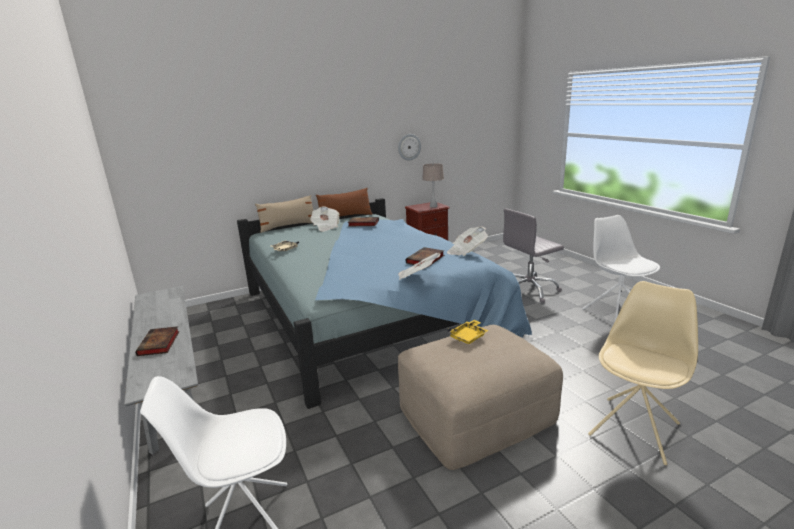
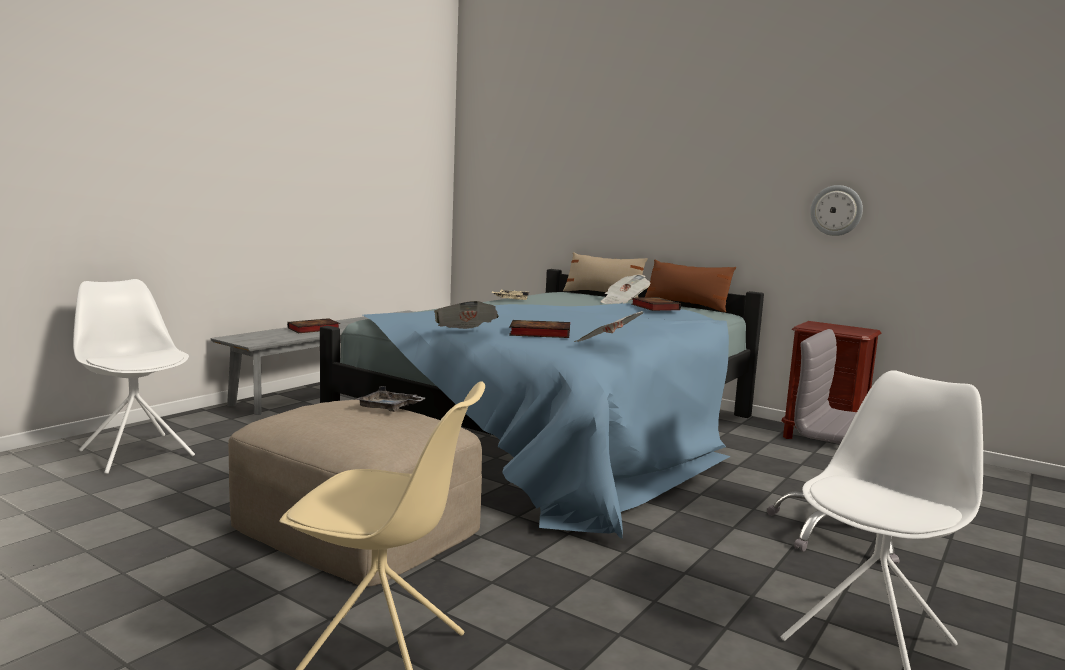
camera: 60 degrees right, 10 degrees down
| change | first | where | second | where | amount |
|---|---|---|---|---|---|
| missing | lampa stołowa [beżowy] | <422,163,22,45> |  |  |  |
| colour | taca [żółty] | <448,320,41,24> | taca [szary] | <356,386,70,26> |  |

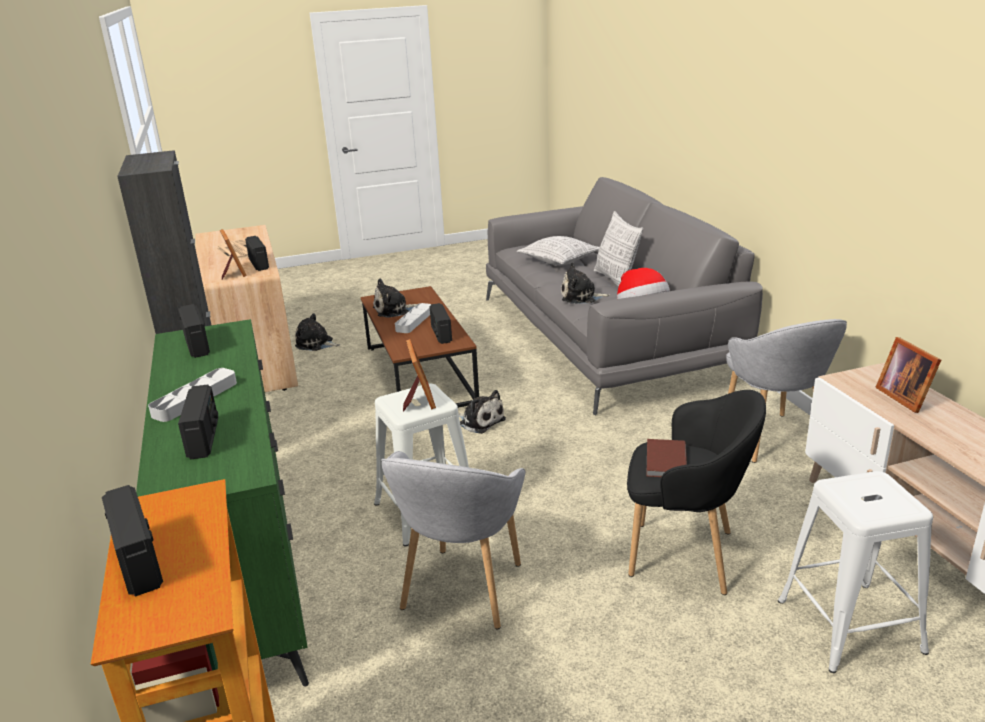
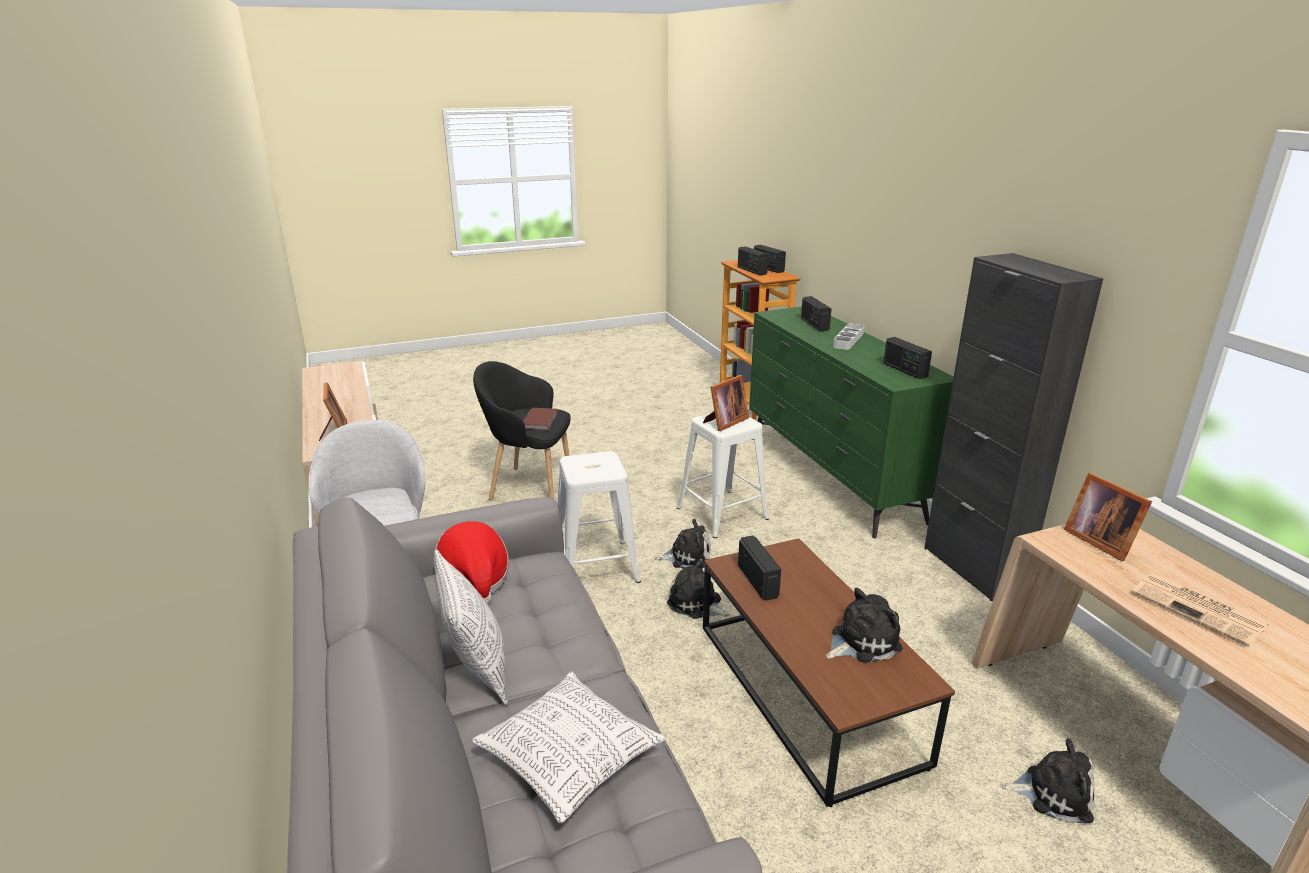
camera: 175 degrees right, 0 degrees up
| change | first | where | second | where | amount |
|---|---|---|---|---|---|
| relocated | radio | <245,236,24,35> |  | <738,246,30,29> |  |
| relocated | pluszak | <561,262,49,42> |  | <655,519,56,49> |  |
| missing | taca [szary] | <395,303,36,30> |  |  |  |
| spun | ramka na zdjęcie | <403,339,33,72> |  | <703,375,46,56> | 120 degrees counterclockwise |
| missing | fotel [szary] | <381,451,144,179> |  |  |  |
| relocated | stołek [biały] | <778,471,155,202> |  | <558,451,83,132> |  |

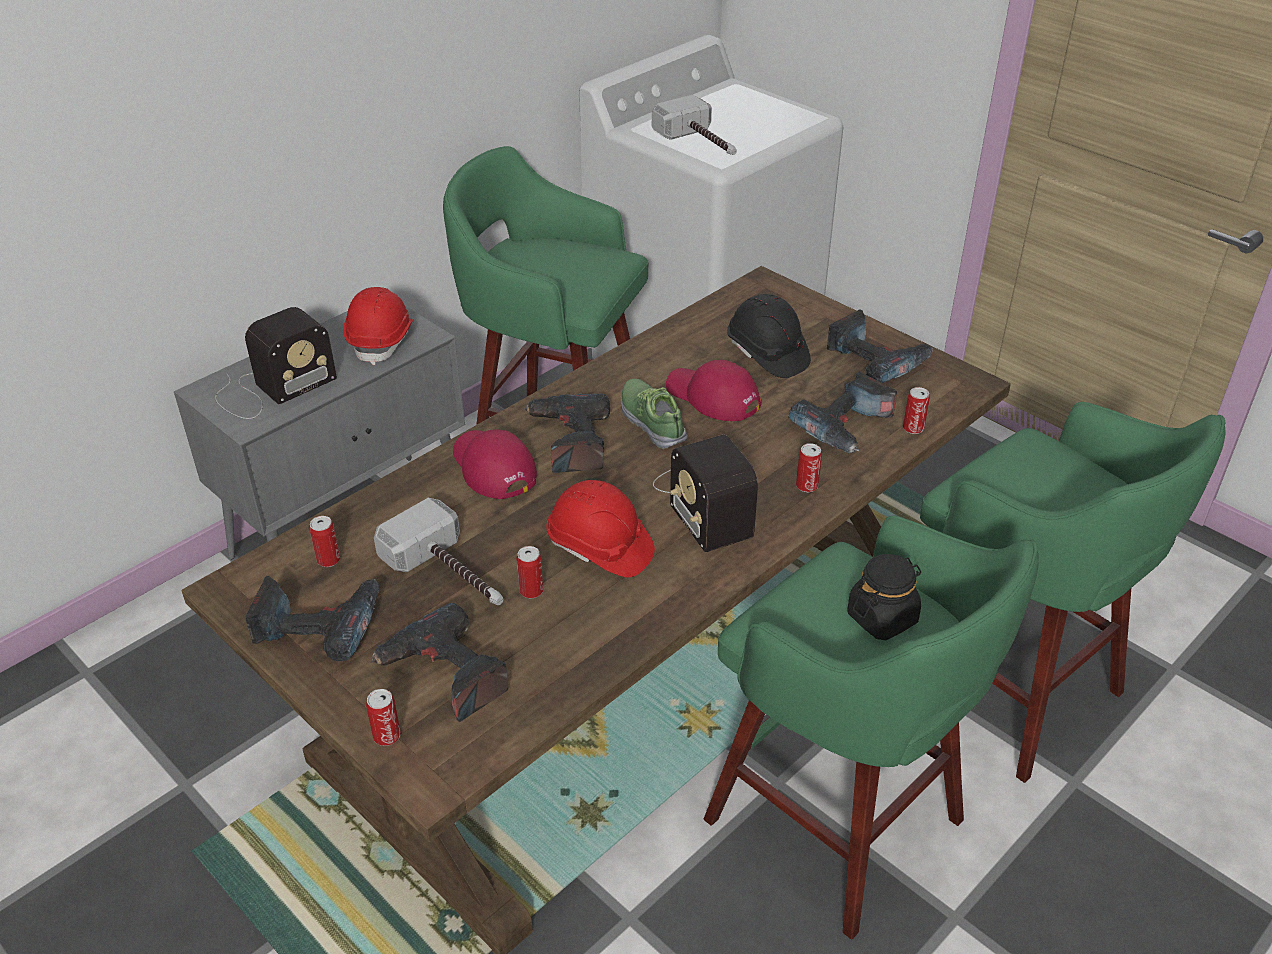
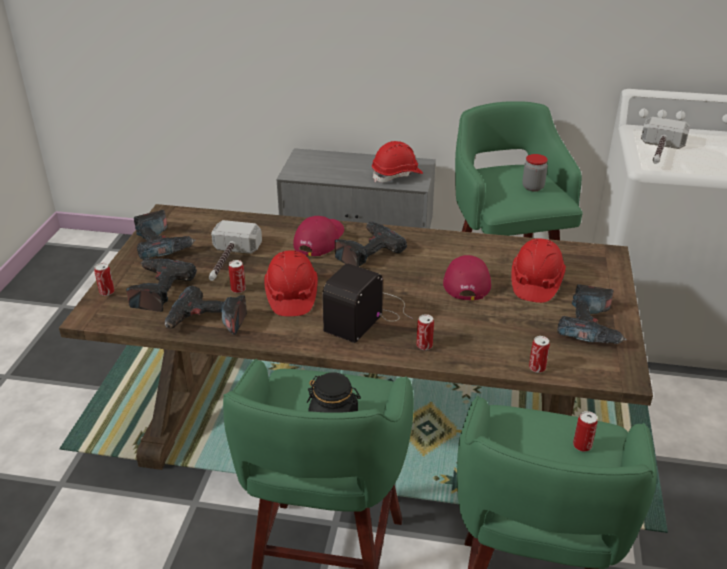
camera: 55 degrees right, 5 degrees down
| change | first | where | second | where | amount |
|---|---|---|---|---|---|
| colour | kask [czarny] | <727,294,84,84> | kask [czerwony] | <511,238,55,65> |  |
| missing | radio | <215,307,122,112> |  |  |  |
| relocated | wiertarka | <788,372,109,81> |  | <165,286,82,49> |  |
| missing | but | <621,379,67,70> |  |  |  |
| relocated | puszka | <309,516,31,51> |  | <573,411,24,41> |  |
| appeared |  |  | słoik | <522,154,26,37> |  |

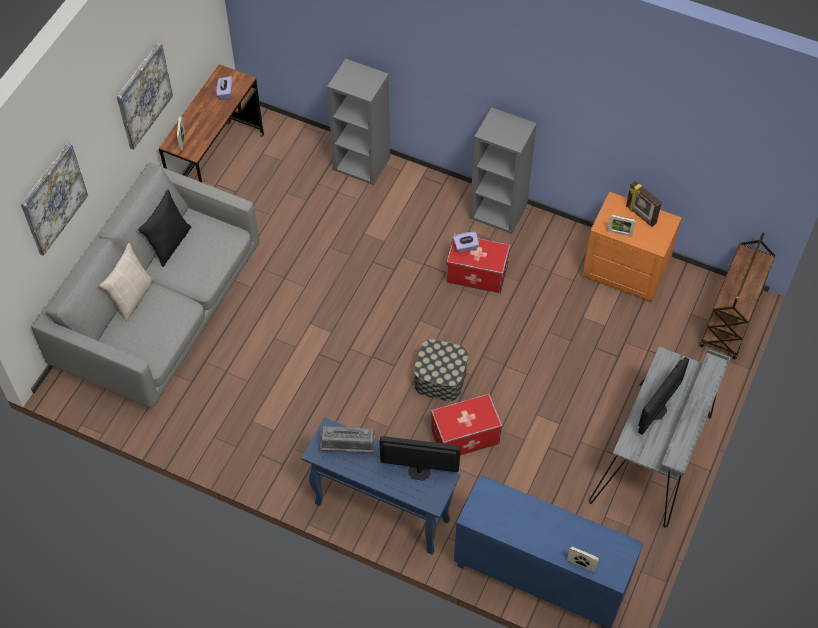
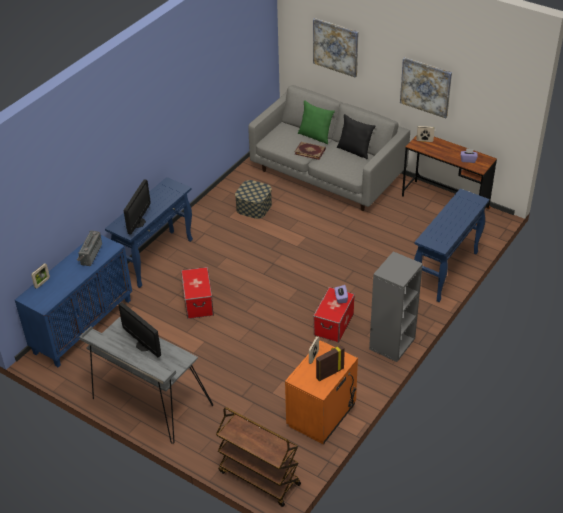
camera: 100 degrees right, 15 degrees down
| change | first | where | second | where | amount |
|---|---|---|---|---|---|
| exchanged | regał [szary] | <327,59,63,126> | stolik konsolowy [niebieski] | <414,188,75,114> |  |
| colour | poduszka [beżowy] | <99,243,56,79> | poduszka [zielony] | <298,100,37,44> |  |
| relocated | pojemnik do przechowywania | <414,339,54,62> |  | <235,180,37,39> |  |
| relocated | radio | <321,426,54,27> |  | <77,231,25,35> |  |
| appeared |  |  | książka | <295,142,31,18> |  |

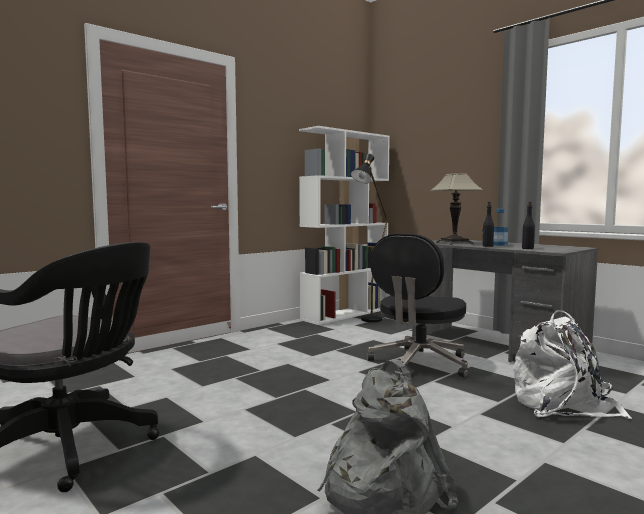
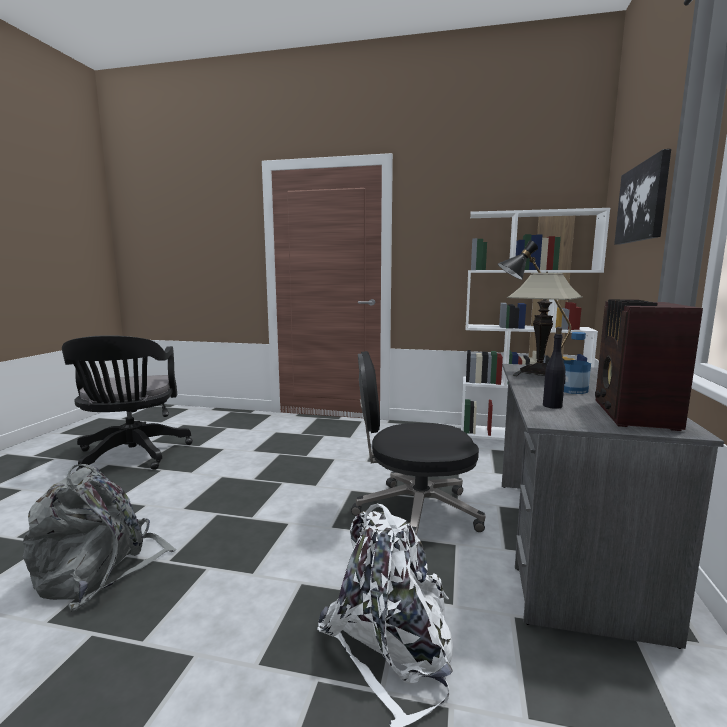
camera: 55 degrees right, 5 degrees up
| change | first | where | second | where | amount |
|---|---|---|---|---|---|
| missing | butelka [czarny] | <482,201,12,46> |  |  |  |
| appeared |  |  | obraz | <614,149,57,96> |  |
| appeared |  |  | radio | <595,299,108,132> |  |

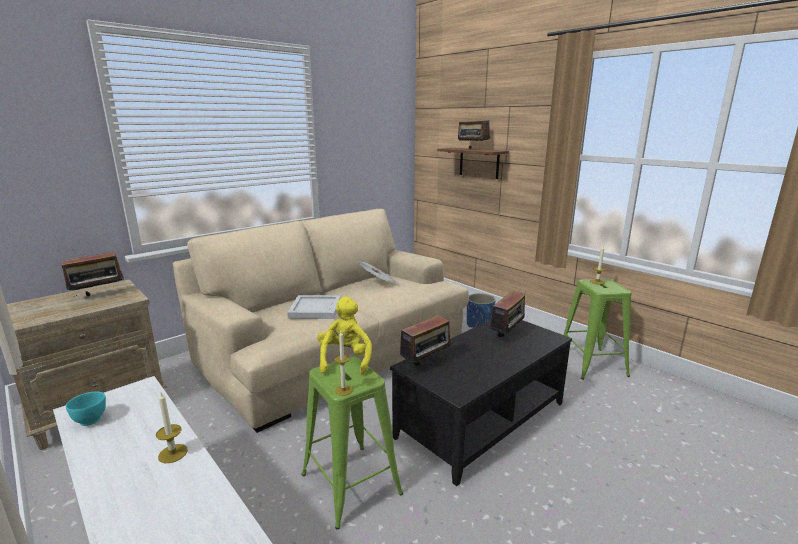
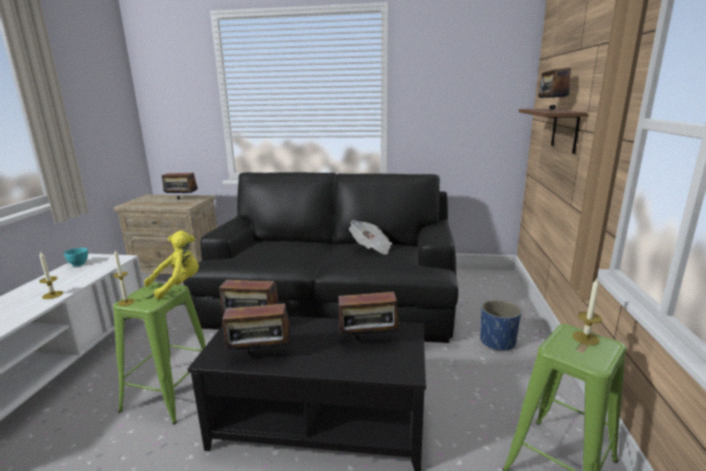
camera: 50 degrees right, 0 degrees up
| change | first | where | second | where | amount |
|---|---|---|---|---|---|
| colour | kanapa [beżowy] | <173,209,296,224> | kanapa [czarny] | <183,172,275,171> |  |
| missing | taca [biały] | <287,295,54,24> |  |  |  |
| appeared |  |  | radio | <222,301,70,54> |  |

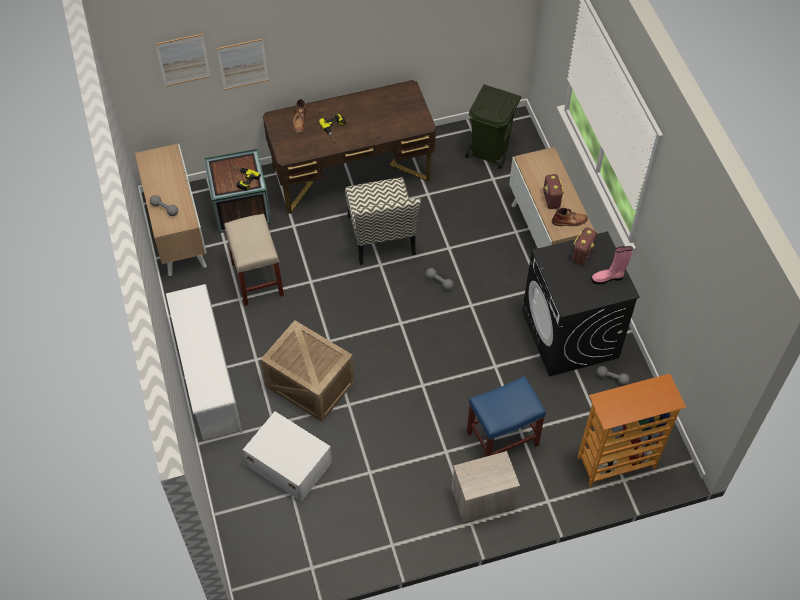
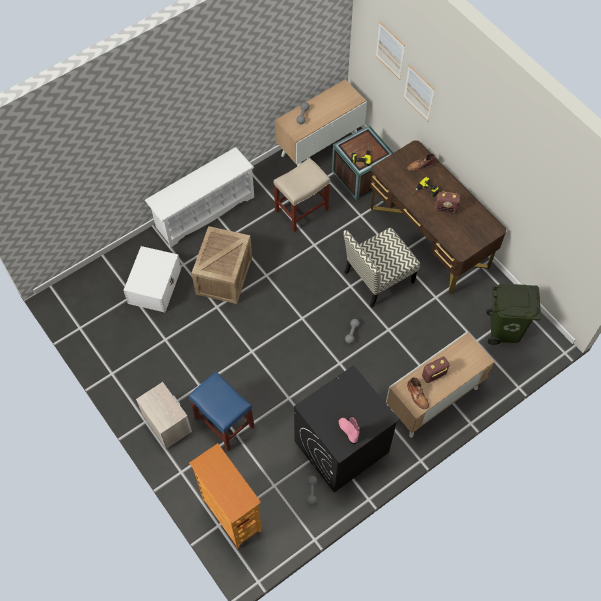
camera: 70 degrees right, 5 degrees up
| change | first | where | second | where | amount |
|---|---|---|---|---|---|
| relocated | radio | <572,227,25,38> |  | <435,192,25,22> |  |

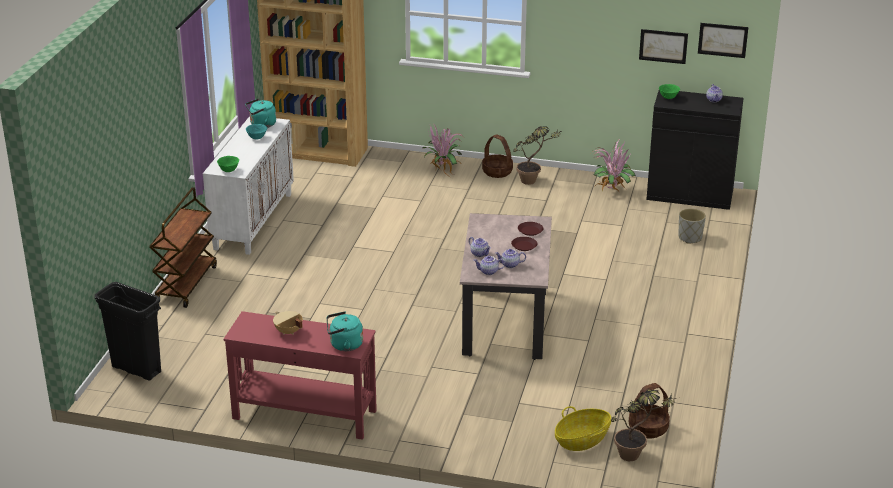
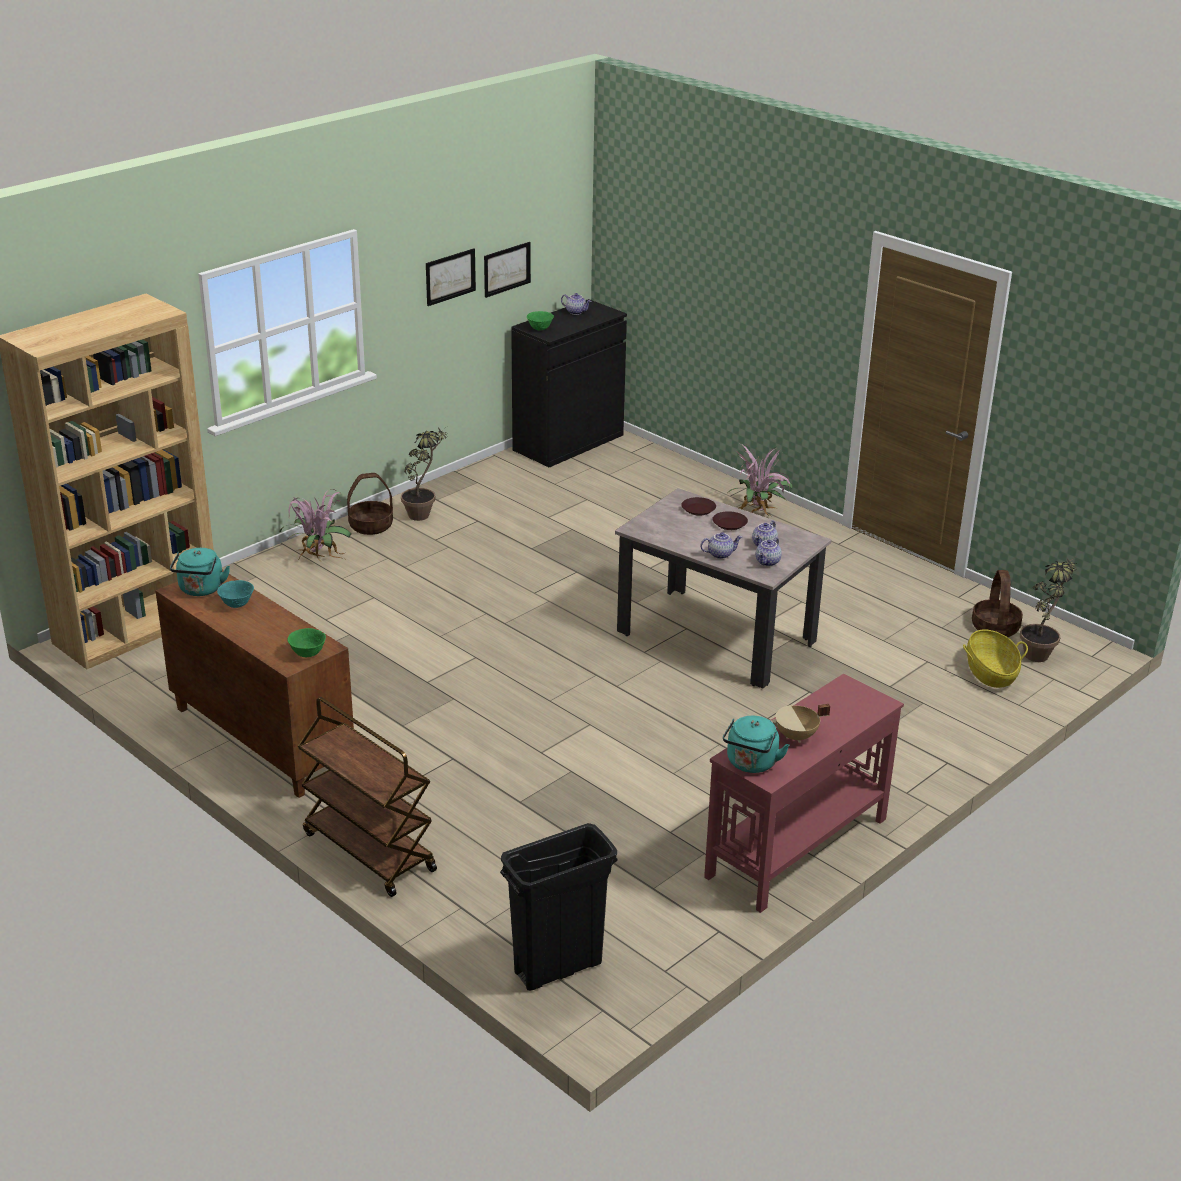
camera: 60 degrees left, 0 degrees up
| change | first | where | second | where | amount |
|---|---|---|---|---|---|
| relocated | obraz | <698,23,50,35> |  | <426,248,50,58> |  |
| colour | szafka [biały] | <203,116,91,139> | szafka [brązowy] | <155,570,199,228> |  |
| relocated | roślina doniczkowa | <593,140,43,51> |  | <728,444,65,72> |  |
| missing | donica [szary] | <679,208,27,36> |  |  |  |
| relocated | czajnik [turkusowy] | <327,311,36,40> |  | <723,716,66,57> |  |

